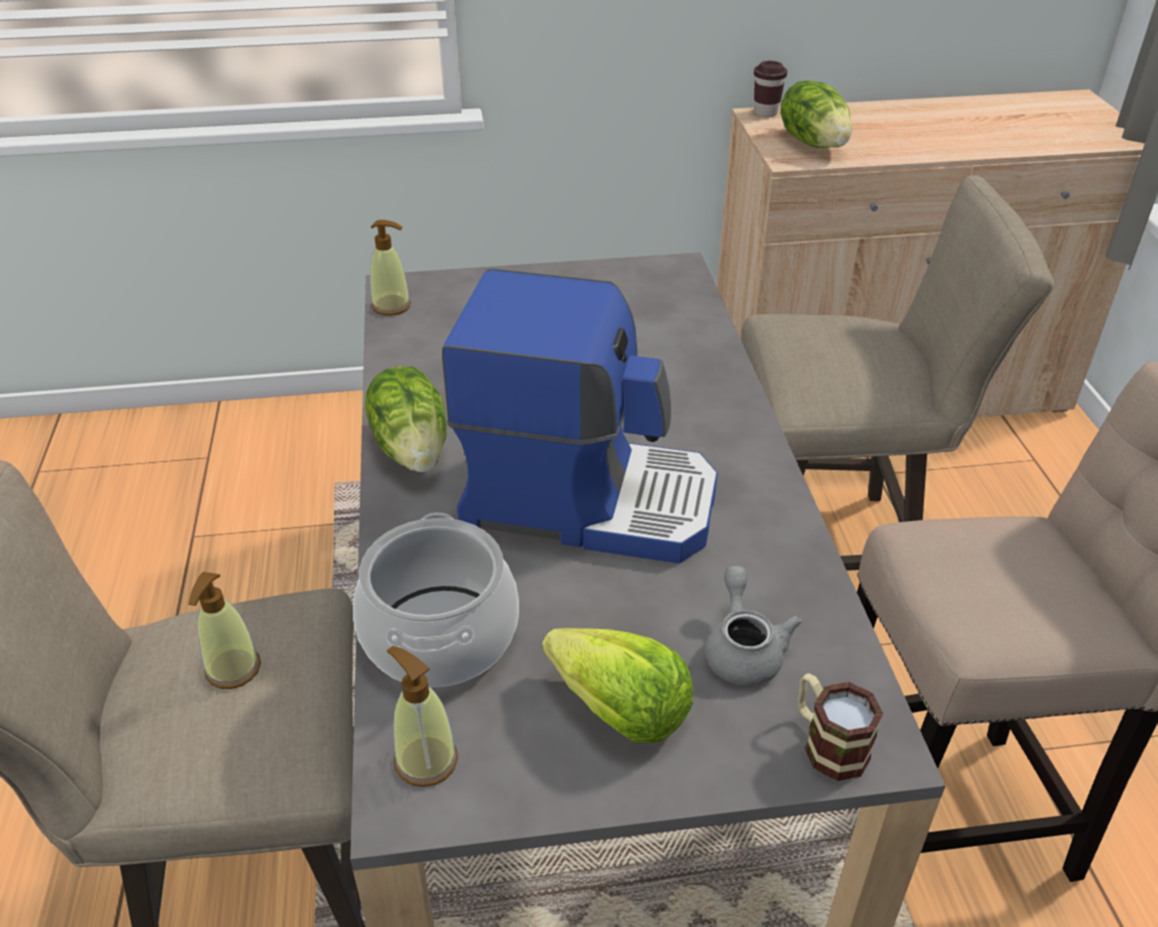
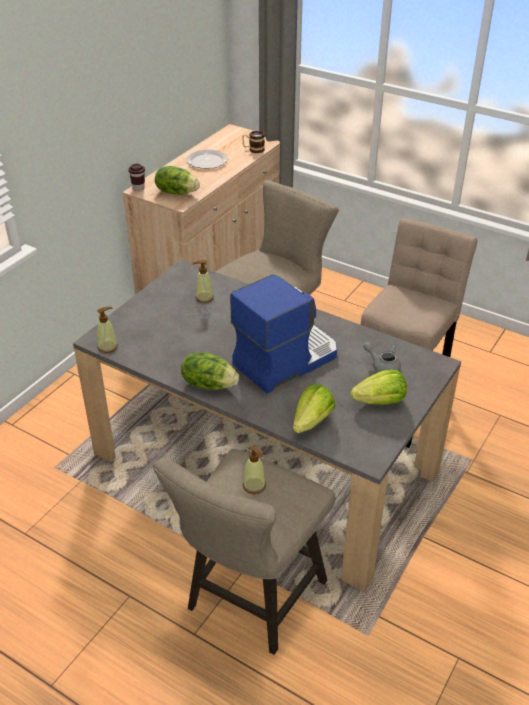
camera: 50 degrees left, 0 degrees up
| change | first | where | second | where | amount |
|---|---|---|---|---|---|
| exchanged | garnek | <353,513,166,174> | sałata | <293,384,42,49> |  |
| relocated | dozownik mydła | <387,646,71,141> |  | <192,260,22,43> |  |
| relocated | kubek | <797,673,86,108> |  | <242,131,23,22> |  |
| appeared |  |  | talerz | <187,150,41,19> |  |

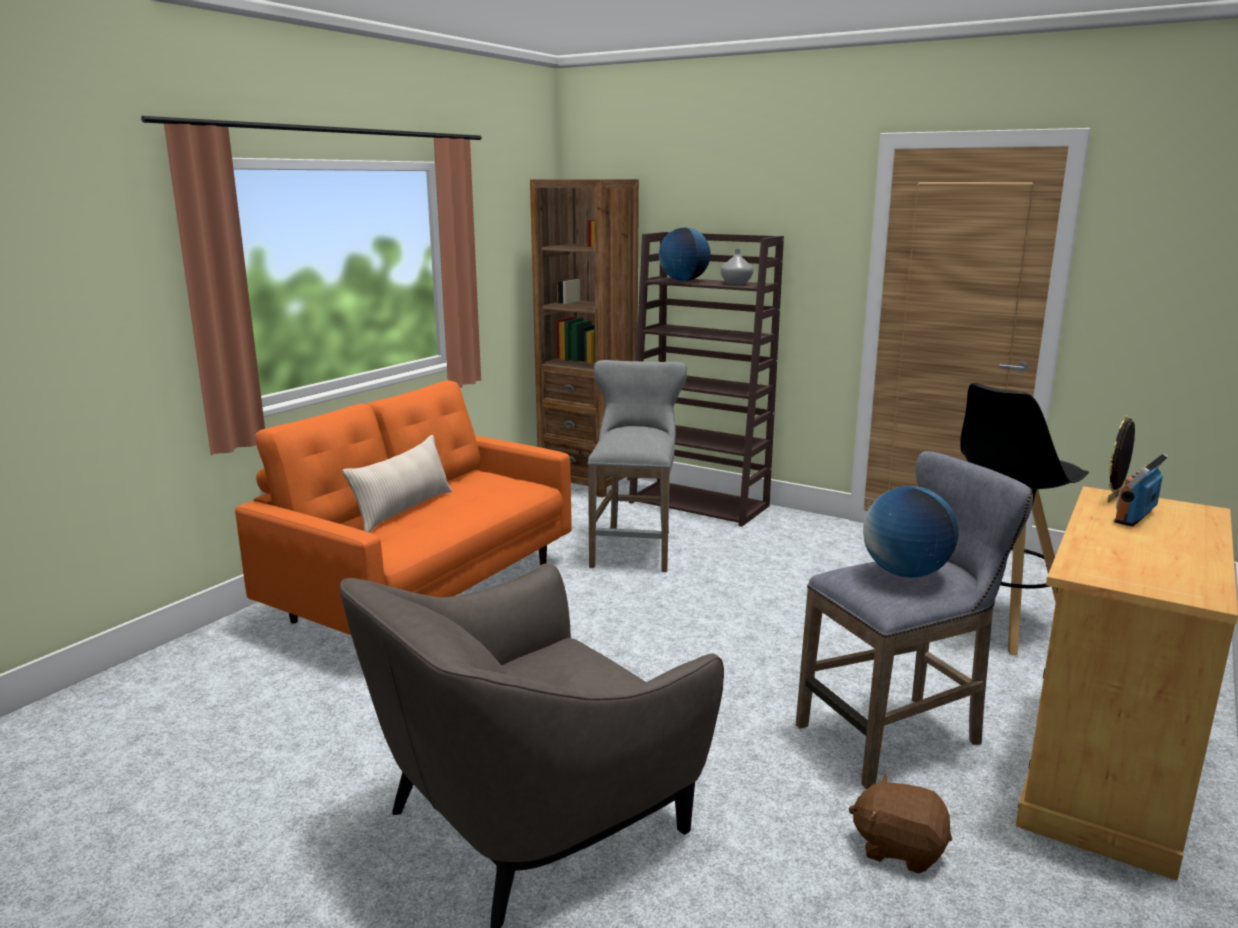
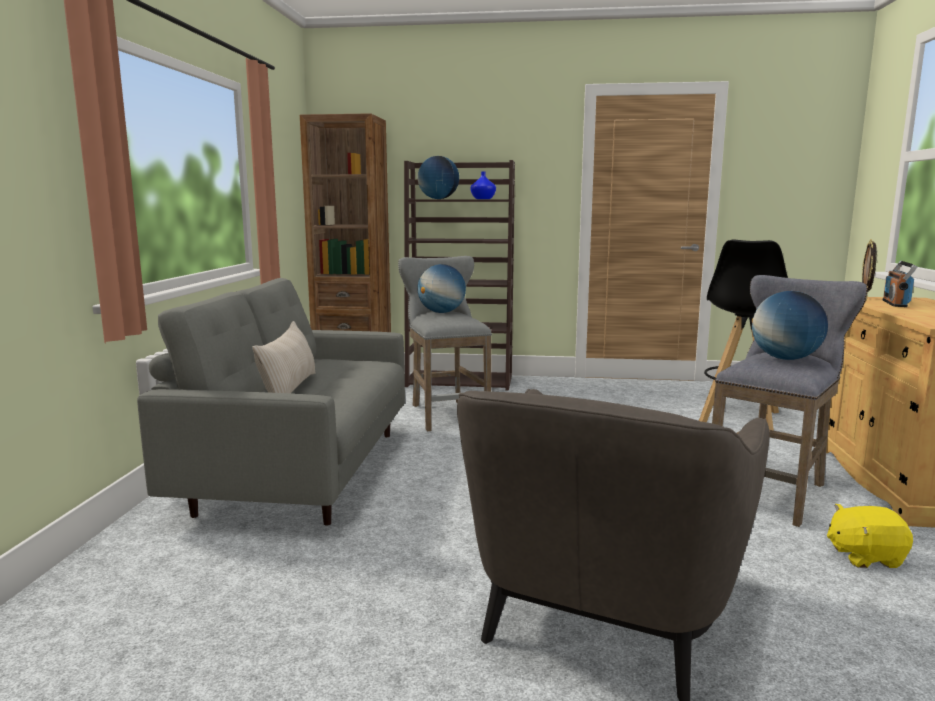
camera: 25 degrees left, 5 degrees down
| change | first | where | second | where | amount |
|---|---|---|---|---|---|
| colour | wazon [szary] | <721,249,32,36> | wazon [niebieski] | <470,172,26,27> |  |
| colour | kanapa [pomarańczowy] | <235,380,337,255> | kanapa [szary] | <137,278,268,248> |  |
| colour | pluszak [brązowy] | <848,773,104,101> | pluszak [żółty] | <827,504,86,64> |  |
| appeared |  |  | globus | <417,264,49,49> |  |

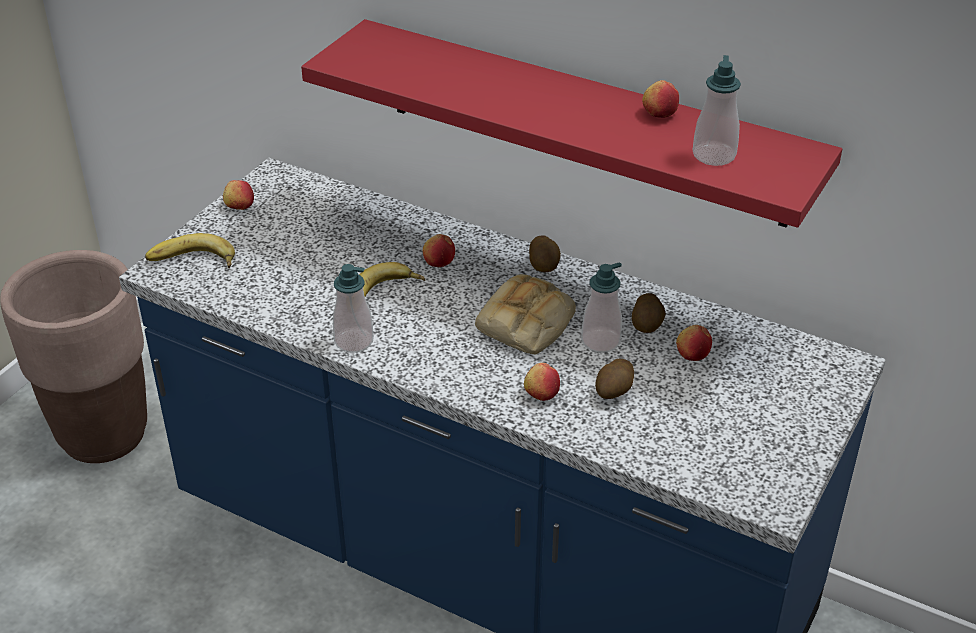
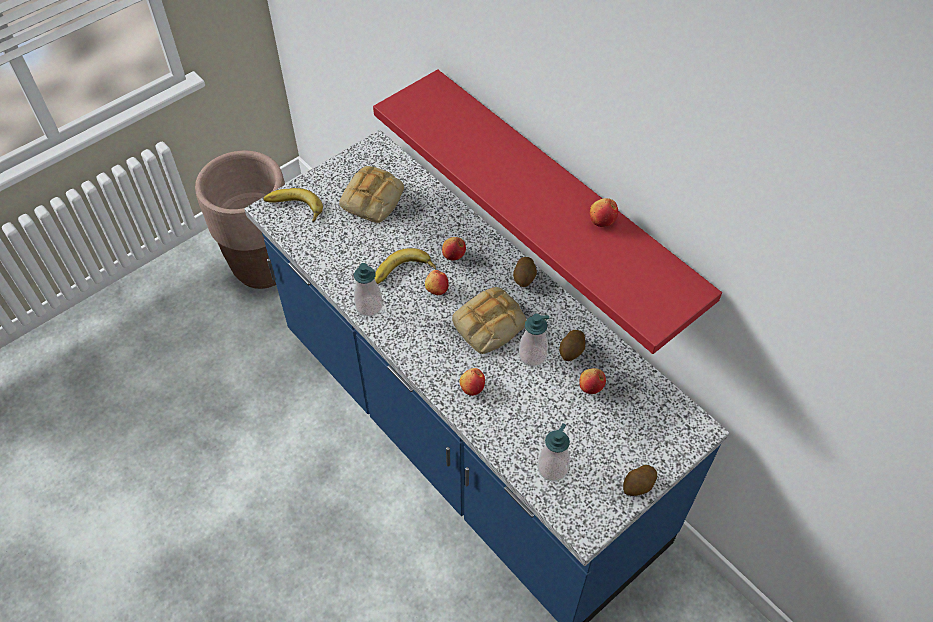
camera: 20 degrees right, 15 degrees up
| change | first | where | second | where | amount |
|---|---|---|---|---|---|
| relocated | dozownik mydła | <693,55,48,111> |  | <538,423,32,59> |  |
| relocated | jabłko | <223,180,31,30> |  | <425,270,24,25> |  |
| relocated | ziemniak | <595,359,39,40> |  | <623,465,34,31> |  |
| appeared |  |  | chleb | <339,166,65,57> |  |

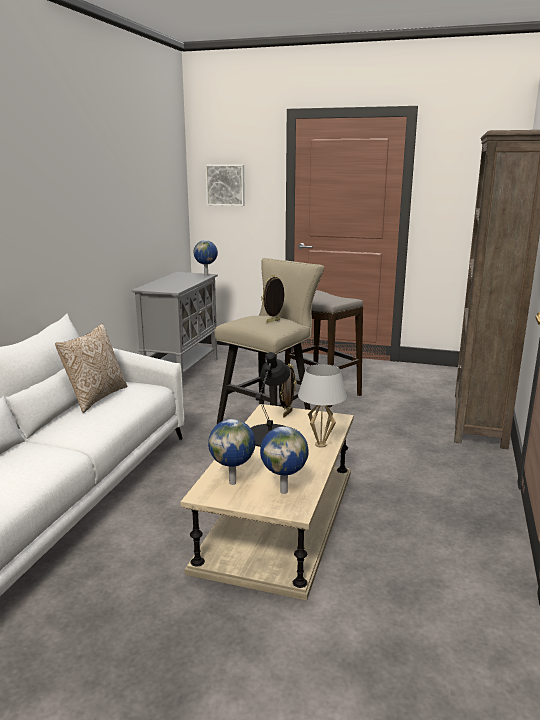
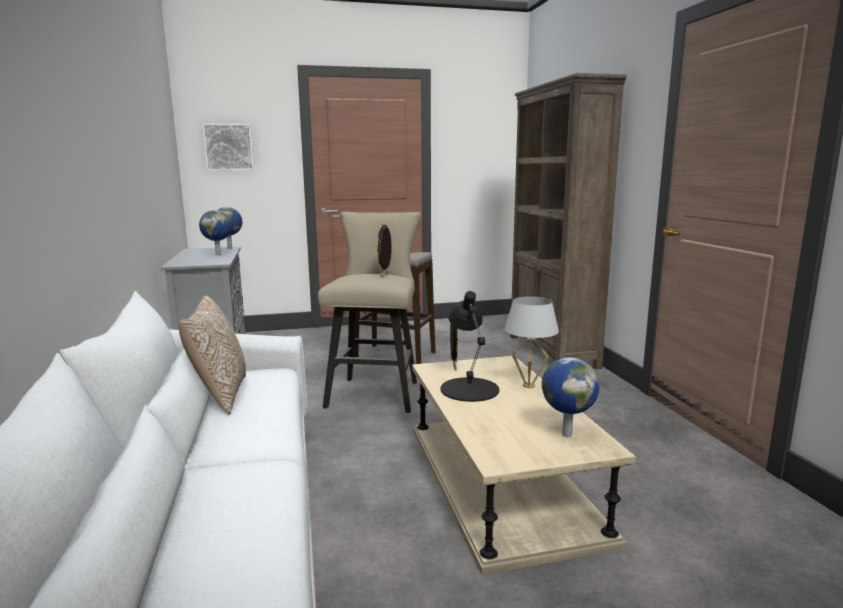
camera: 30 degrees left, 5 degrees down
| change | first | where | second | where | amount |
|---|---|---|---|---|---|
| relocated | globus | <208,419,47,66> |  | <199,210,33,45> |  |

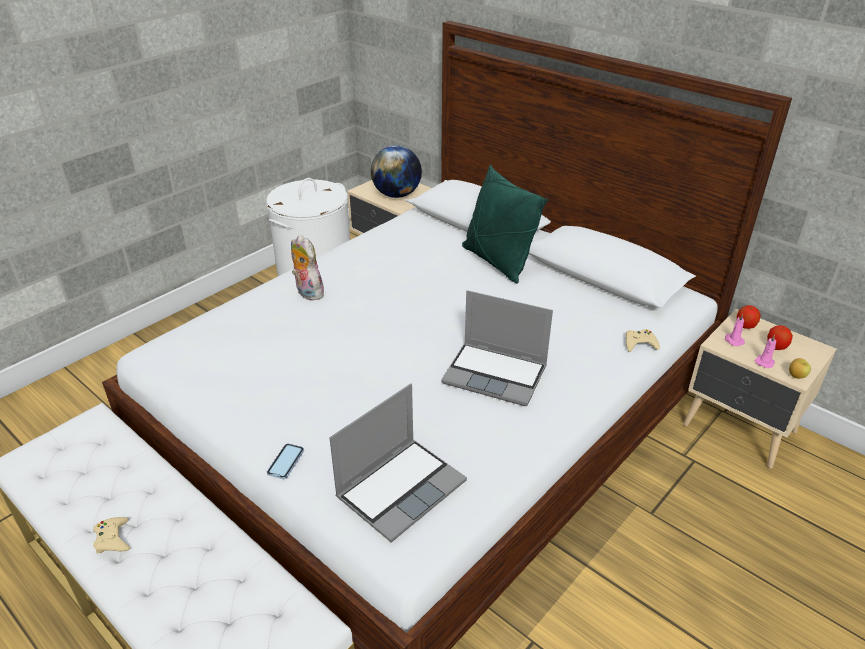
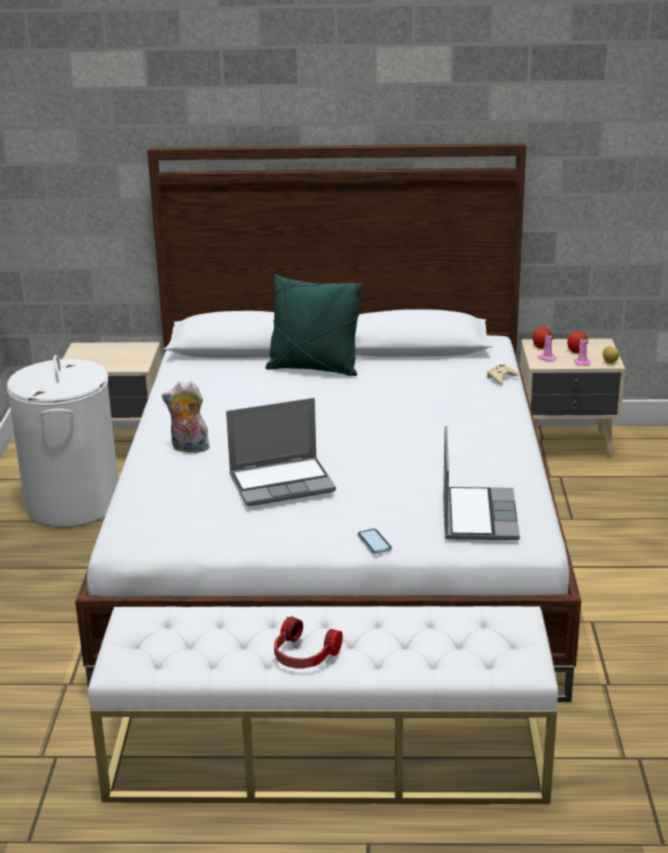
camera: 40 degrees left, 10 degrees down
| change | first | where | second | where | amount |
|---|---|---|---|---|---|
| missing | globus | <371,145,51,53> |  |  |  |
| relocated | laptop | <441,290,112,116> |  | <226,398,110,109> |  |
| exchanged | pad do gier [beżowy] | <93,517,38,37> | słuchawki | <274,616,69,52> |  |

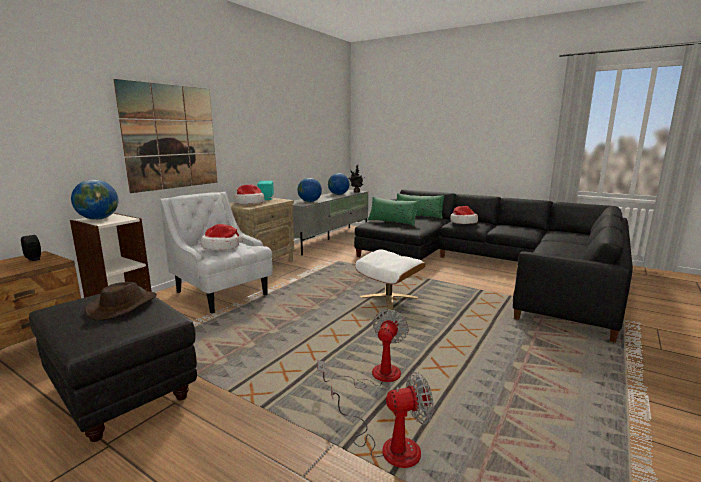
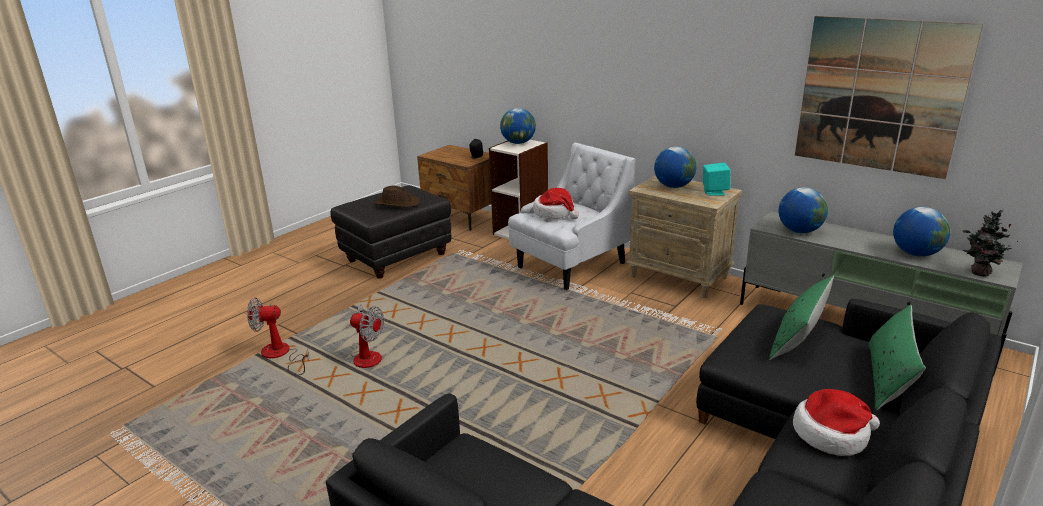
camera: 95 degrees right, 10 degrees up
| change | first | where | second | where | amount |
|---|---|---|---|---|---|
| relocated | obraz | <113,79,105,114> |  | <795,16,188,163> |  |
| exchanged | kapelusz | <234,185,31,19> | globus | <654,146,42,42> |  |
| missing | pufa [biały] | <355,249,71,61> |  |  |  |
| spun | wentylator | <331,372,103,96> |  | <247,297,62,78> | 90 degrees clockwise |

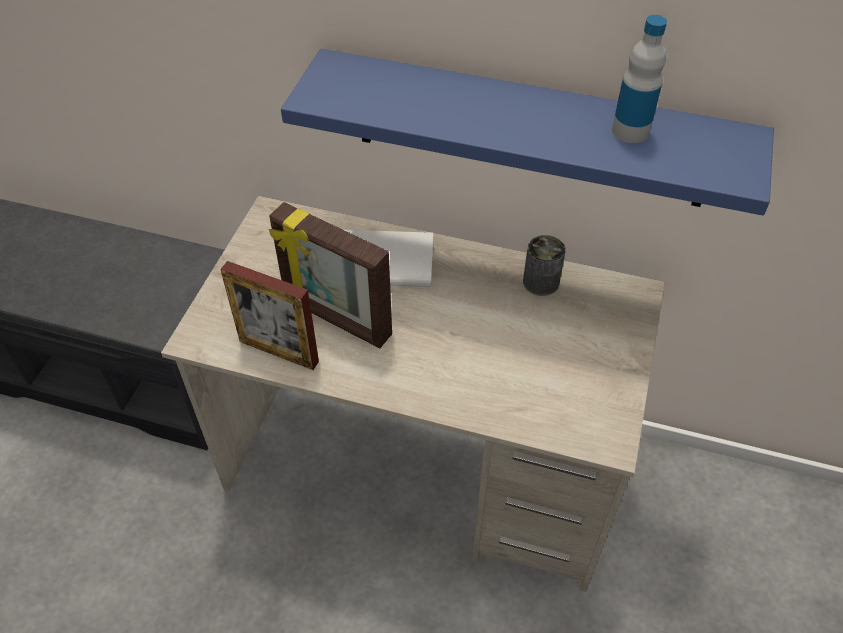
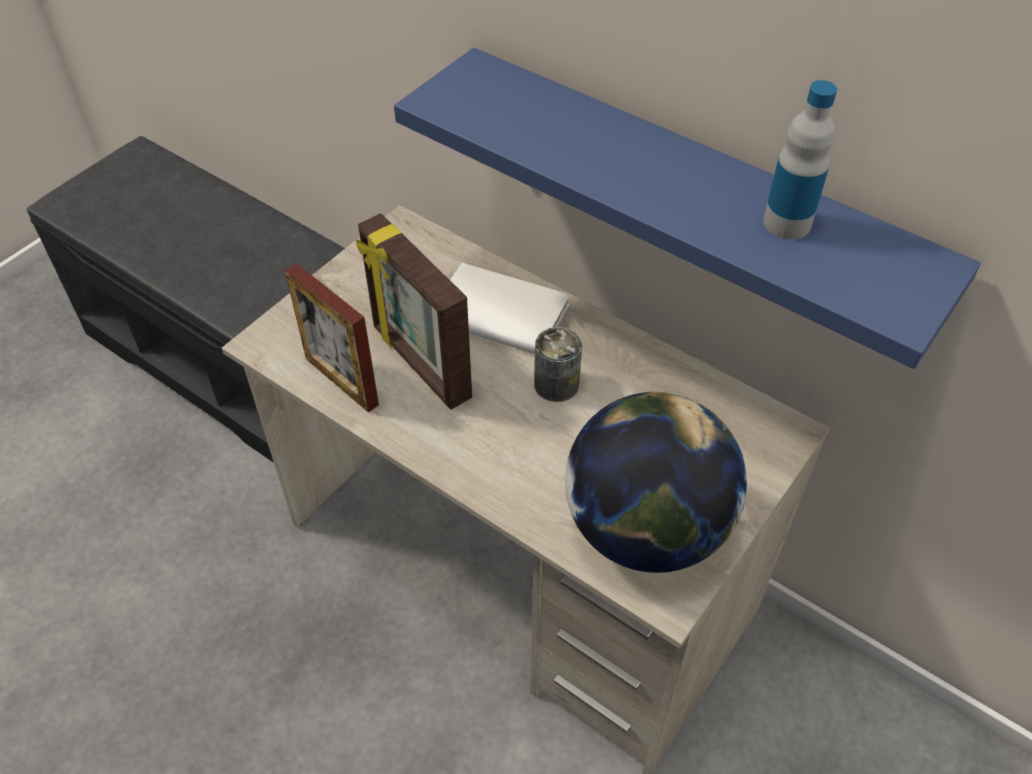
camera: 20 degrees right, 0 degrees up
| change | first | where | second | where | amount |
|---|---|---|---|---|---|
| relocated | puszka | <523,235,43,61> |  | <534,327,48,75> |  |
| appeared |  |  | globus | <565,392,182,181> |  |

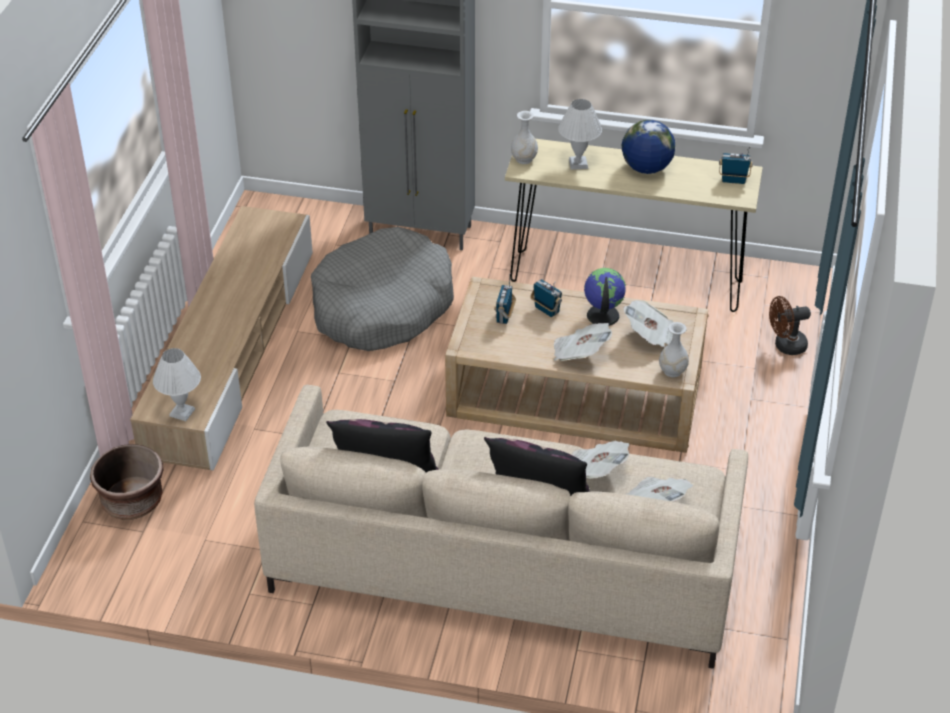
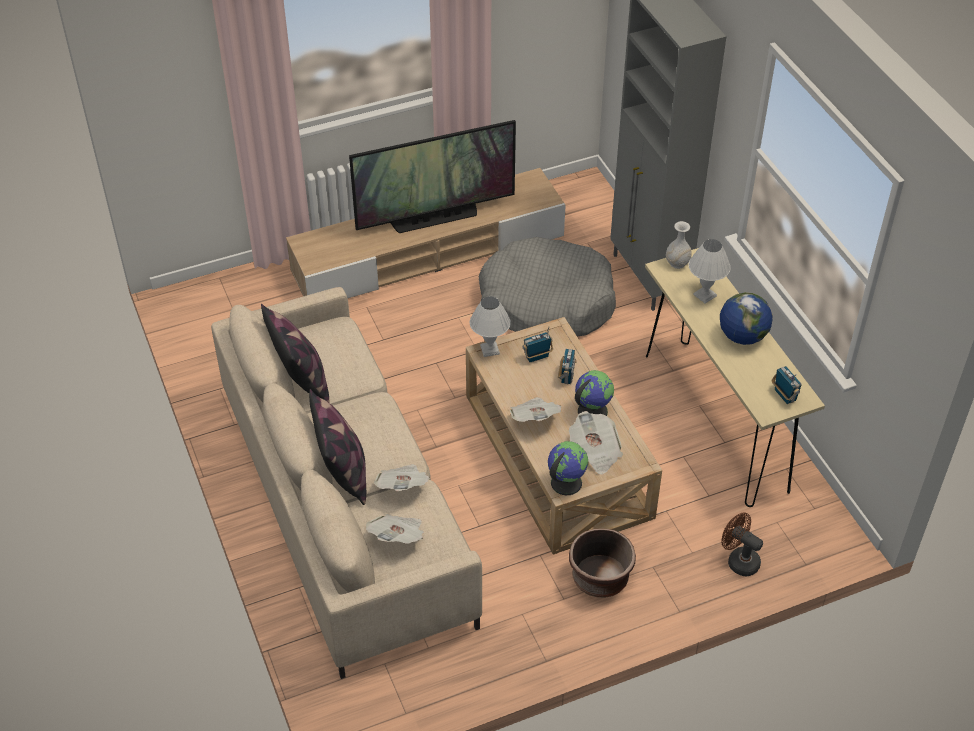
camera: 55 degrees right, 5 degrees up
| change | first | where | second | where | amount |
|---|---|---|---|---|---|
| exchanged | wazon [biały] | <659,322,30,55> | globus | <548,441,40,54> |  |
| relocated | lampa stołowa [biały] | <153,348,48,73> |  | <470,296,41,61> |  |
| relocated | donica [brązowy] | <90,444,74,76> |  | <569,528,67,70> |  |
| appeared |  |  | telewizor | <349,120,167,113> |  |

